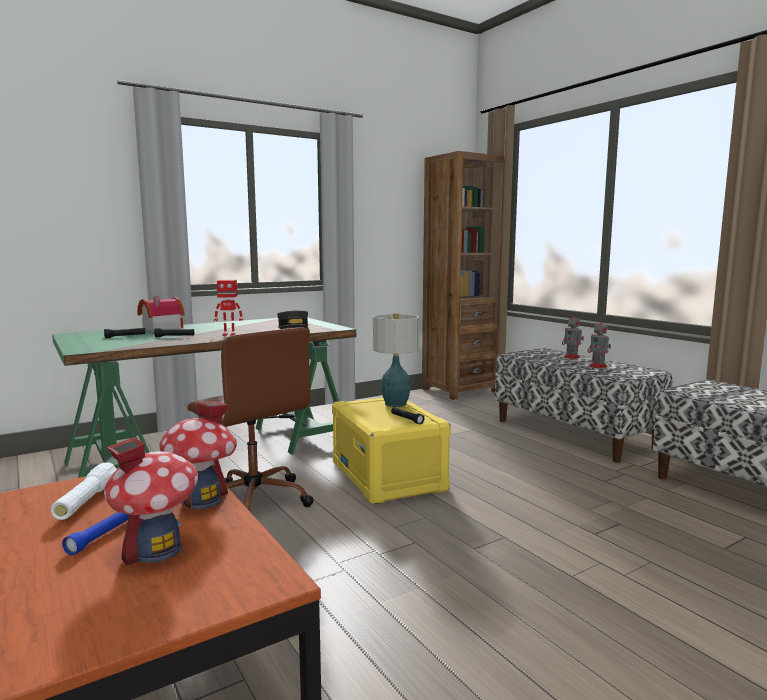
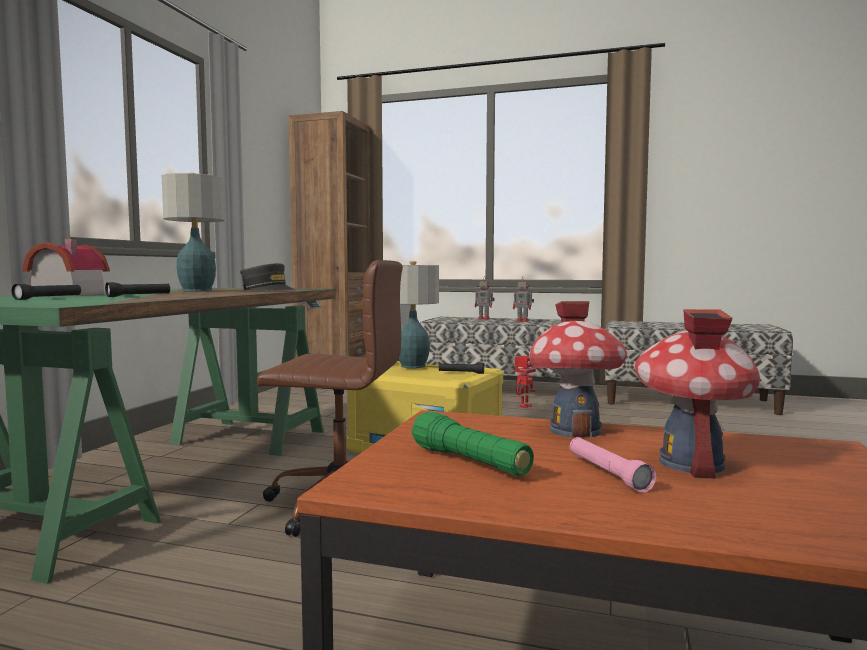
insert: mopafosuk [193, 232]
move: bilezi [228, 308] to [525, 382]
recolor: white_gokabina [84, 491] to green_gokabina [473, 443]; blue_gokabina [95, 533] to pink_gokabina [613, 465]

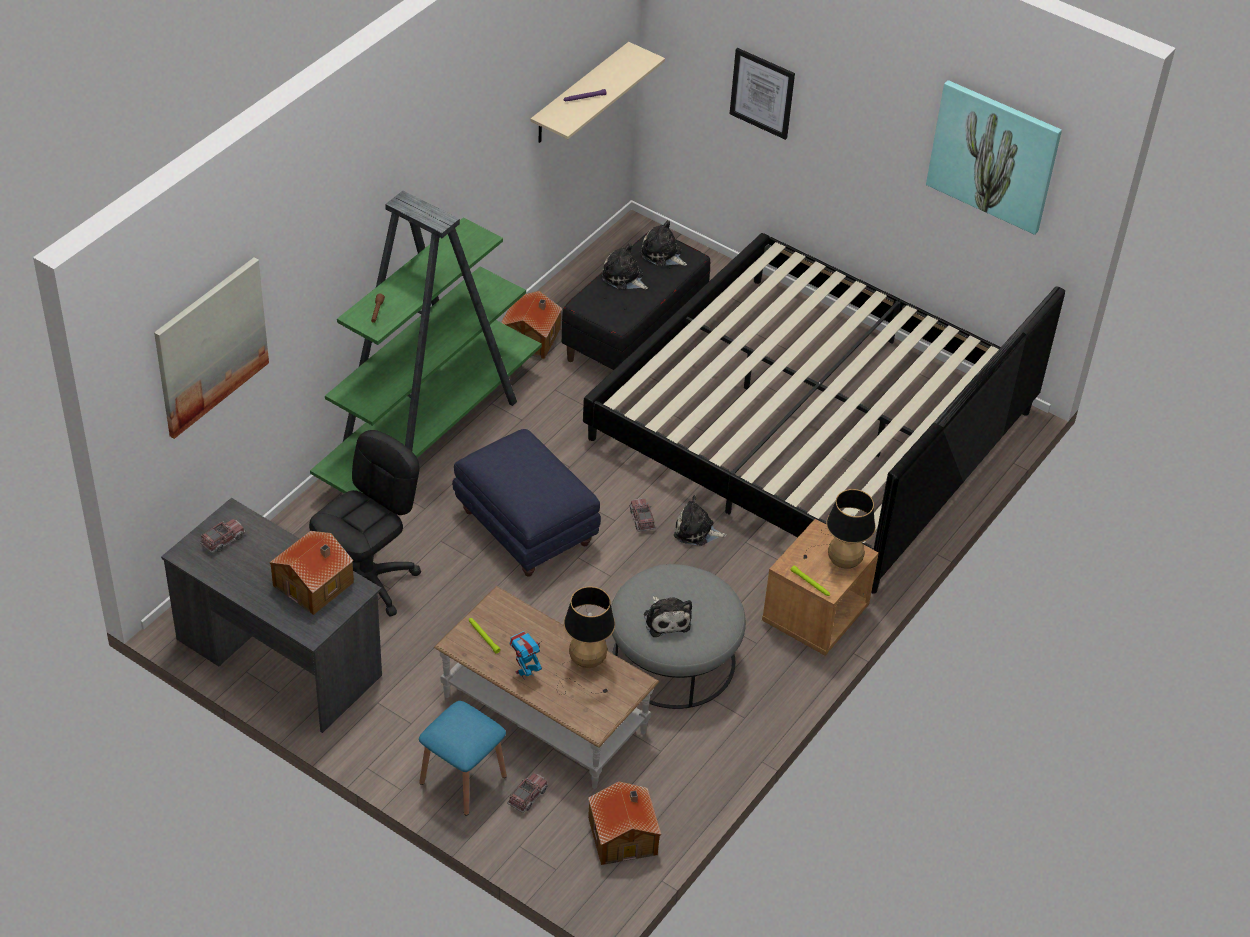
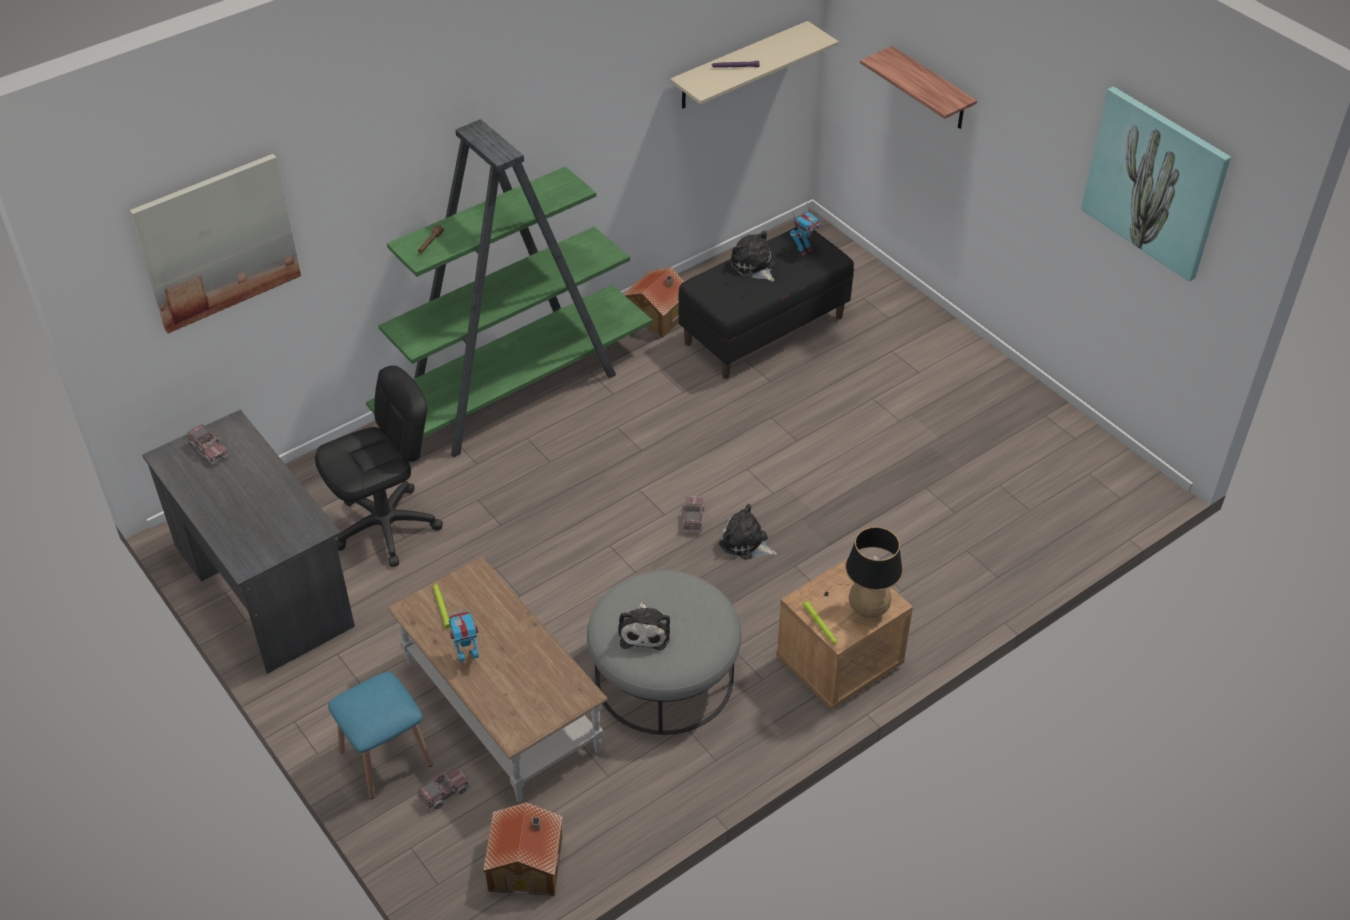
delete: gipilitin [311, 573]; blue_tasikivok [526, 503]; mopafosuk [585, 640]; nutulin [824, 413]
replace: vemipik [663, 243] to bilezi [806, 229]; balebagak [762, 94] to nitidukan [918, 87]
rotate: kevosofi [222, 536] = [208, 444] 75 degrees clockwise

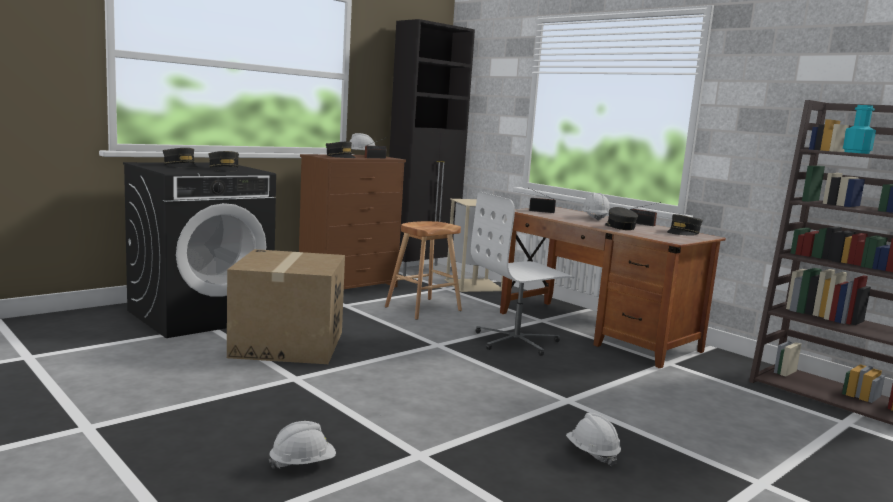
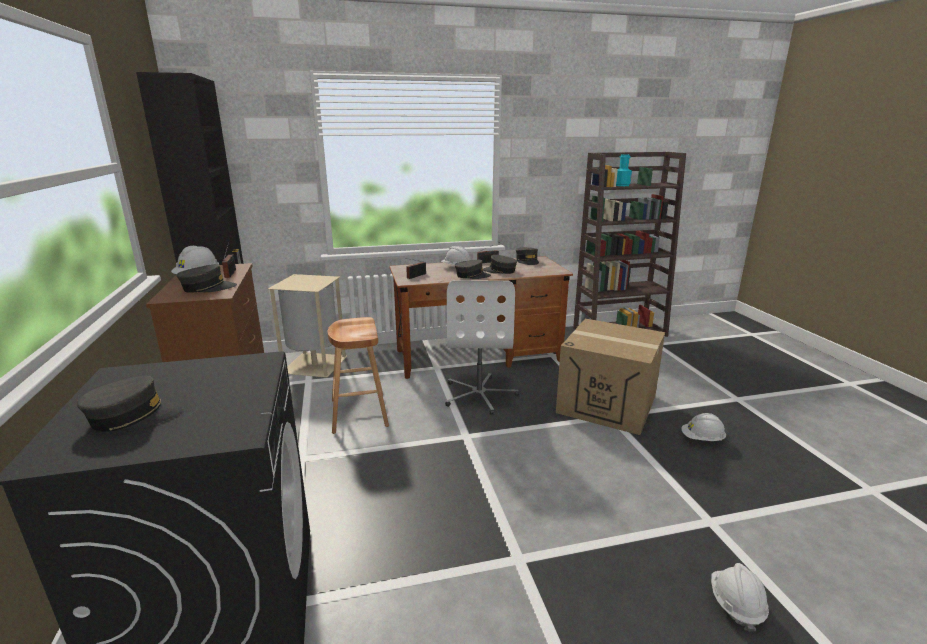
move: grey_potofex [224, 161] to [473, 269]; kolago [286, 306] to [610, 377]

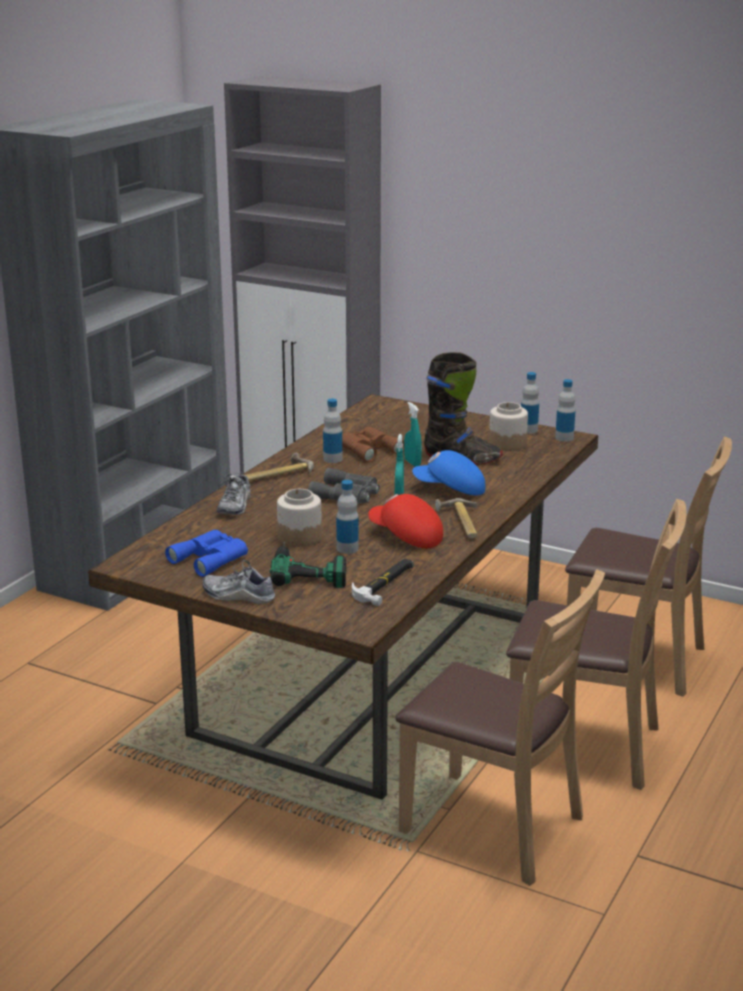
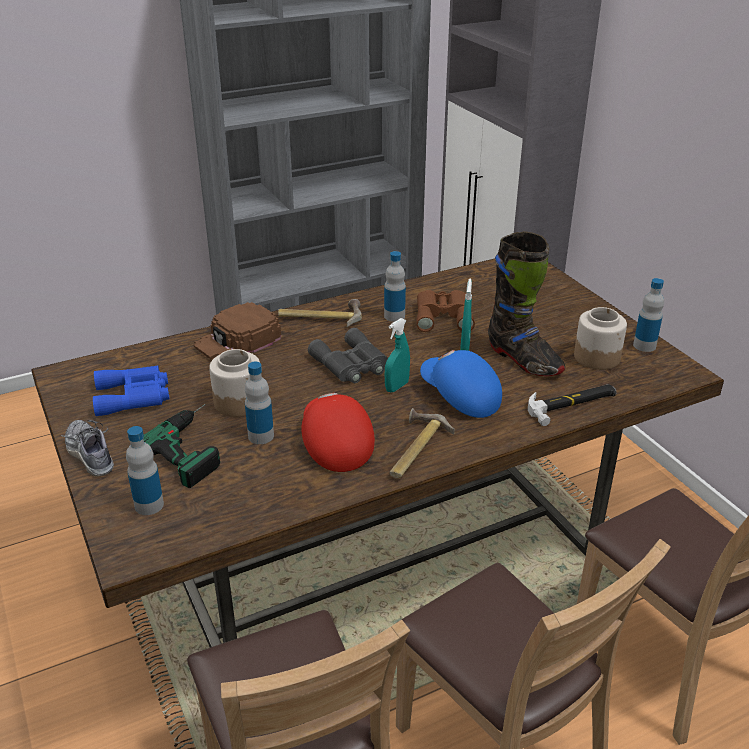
move: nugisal [383, 582] to [572, 405]; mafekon [565, 410] to [145, 470]
replace: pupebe [233, 494] to brown_potofex [237, 330]

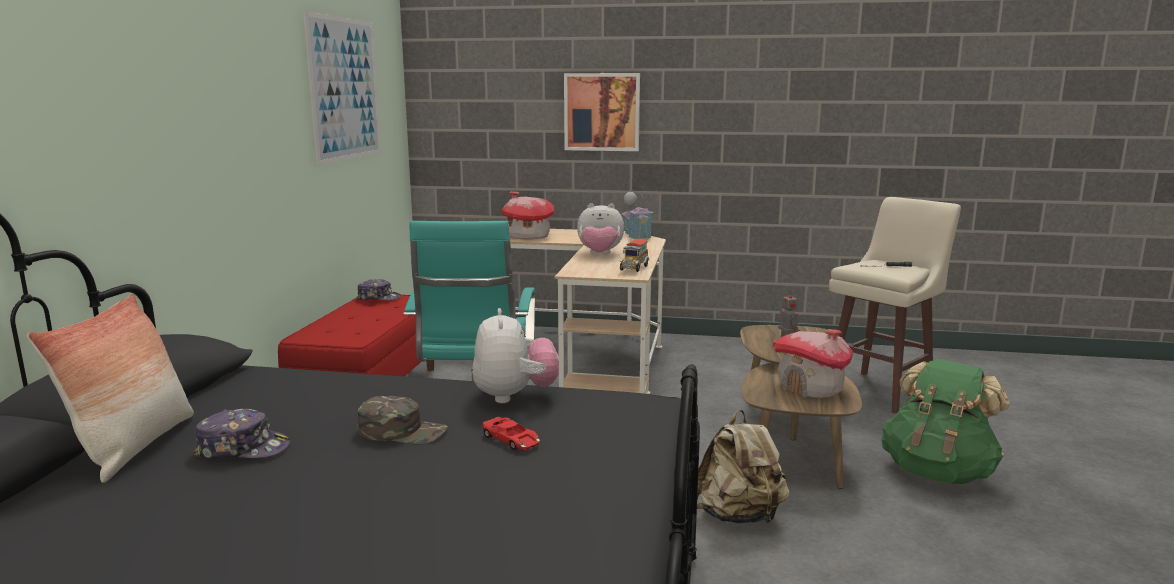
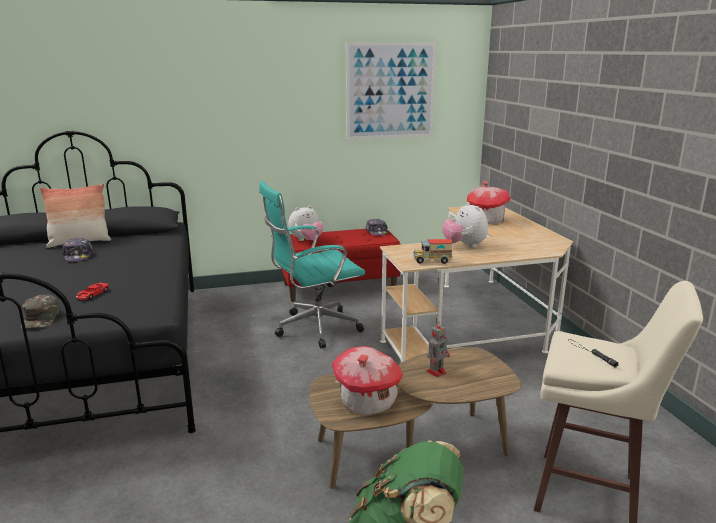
delete: balebagak [602, 112]; gipilitin [637, 215]; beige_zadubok [743, 467]
move: green_potofex [402, 420] to [39, 311]; vemipik [515, 355] to [306, 223]

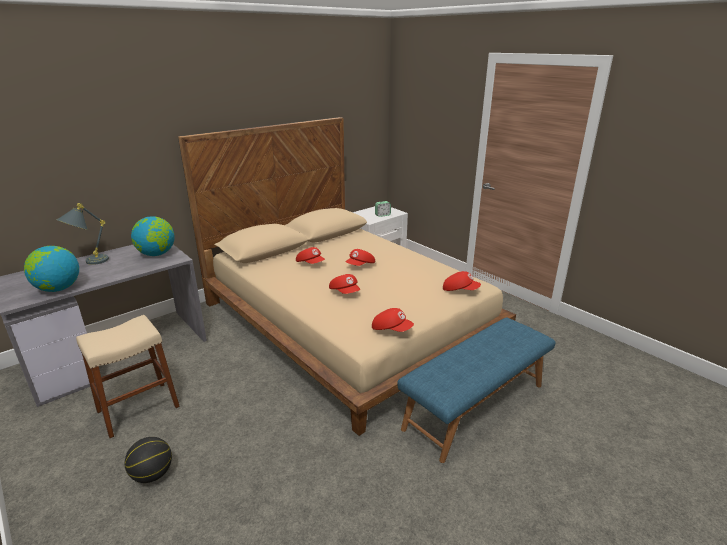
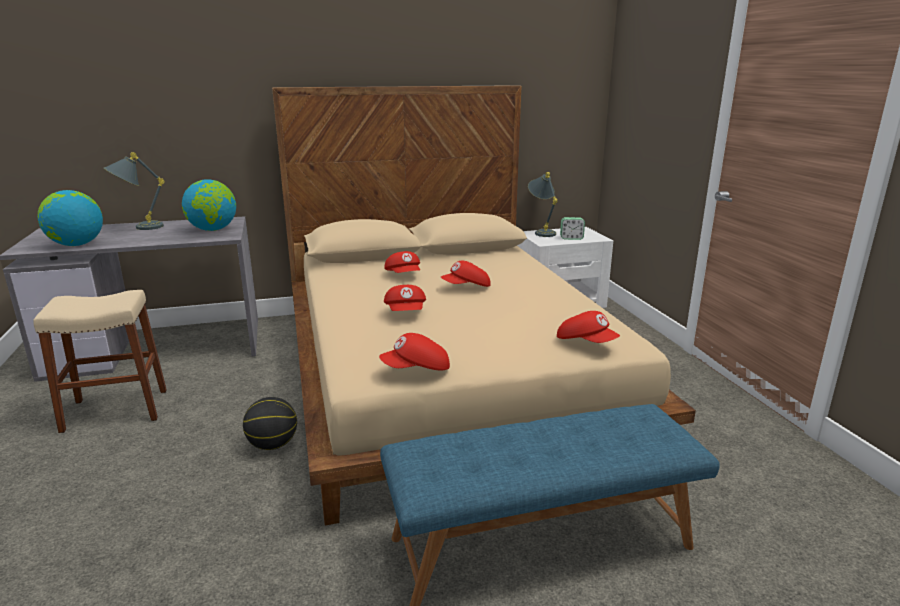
insert: grey_mopafosuk [542, 204]
move: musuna [148, 460] to [270, 423]
rotate: red_potofex [393, 320] = [414, 352] 105 degrees clockwise

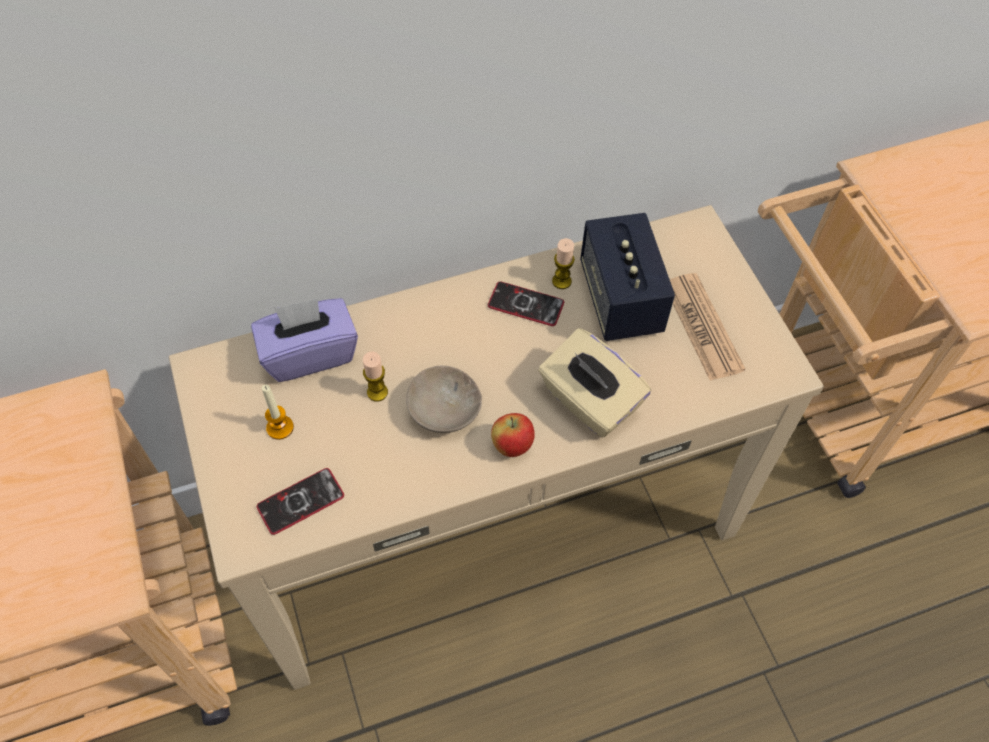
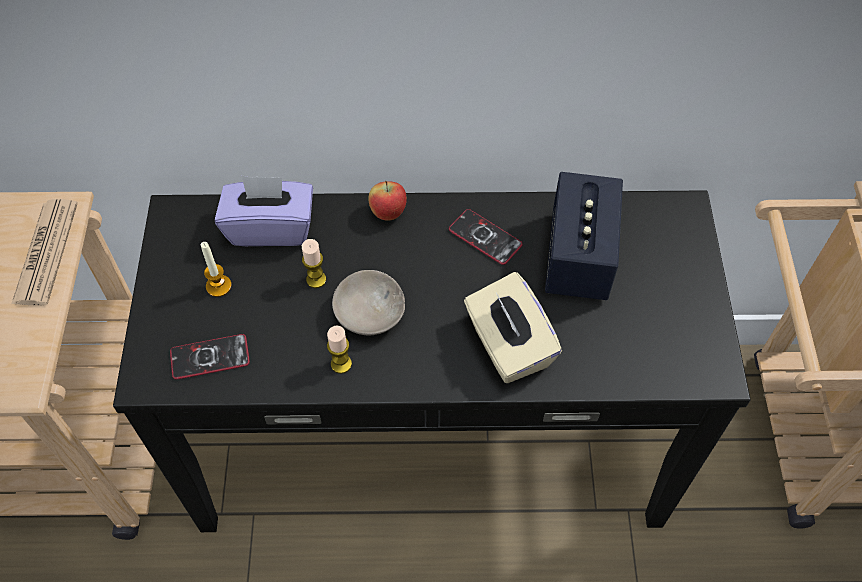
move: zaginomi [513, 435] to [387, 201]; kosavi [563, 263] to [339, 350]; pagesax [707, 327] to [44, 252]
recolor: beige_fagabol [496, 447] to black_fagabol [432, 361]

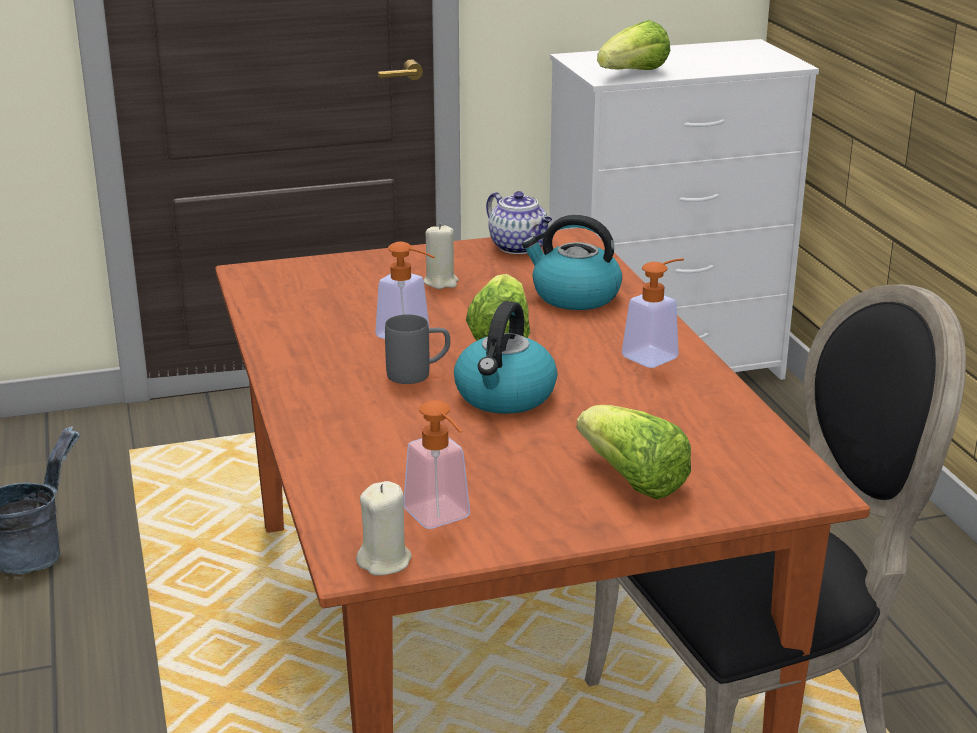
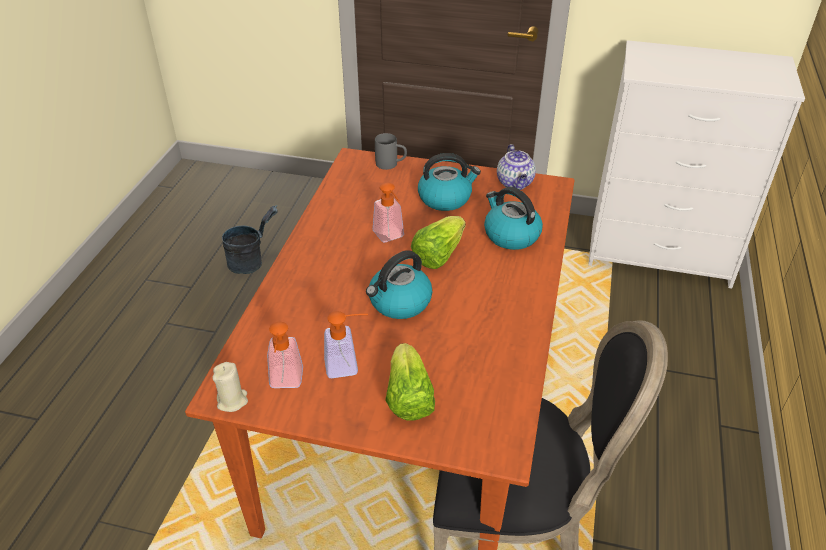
delete: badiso [633, 45]
move: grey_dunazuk [417, 349] to [391, 151]; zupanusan [653, 313] to [346, 344]
replace: beige_kosavi [441, 256] to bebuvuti [449, 182]

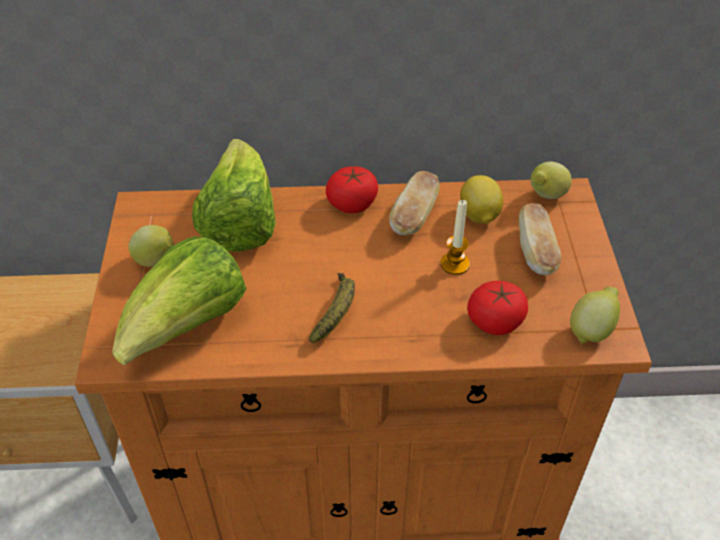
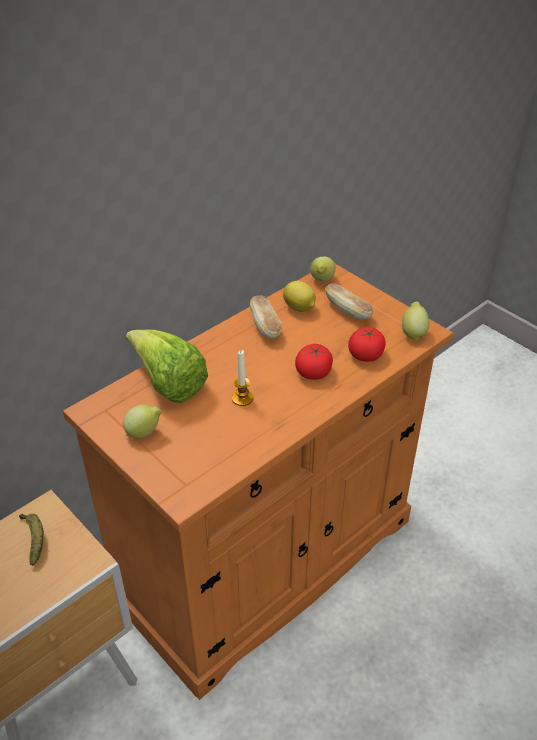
delete: badiso [179, 300]
move: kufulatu [332, 308] to [31, 540]; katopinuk [352, 189] to [314, 362]; kosavi [455, 237] to [242, 378]

